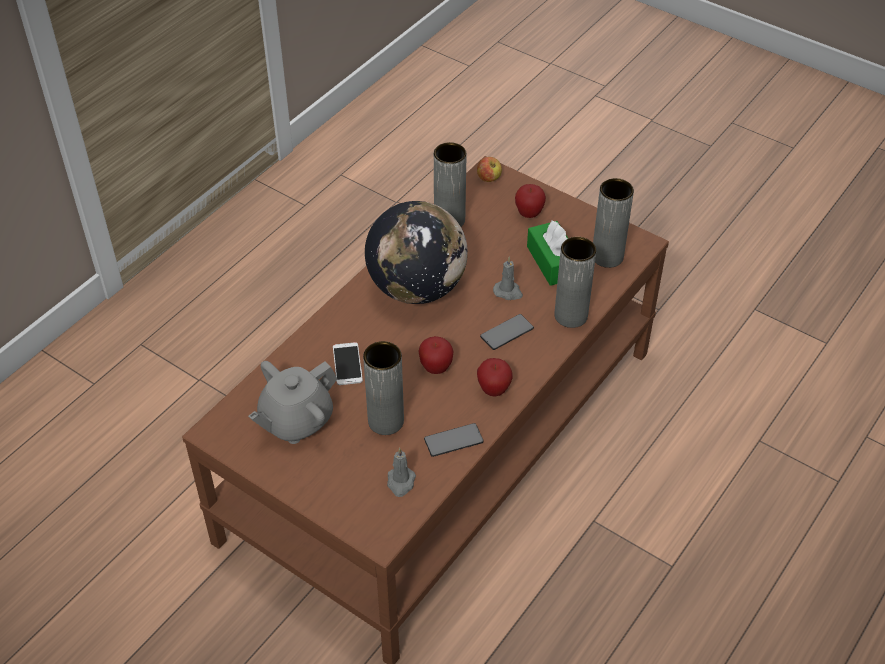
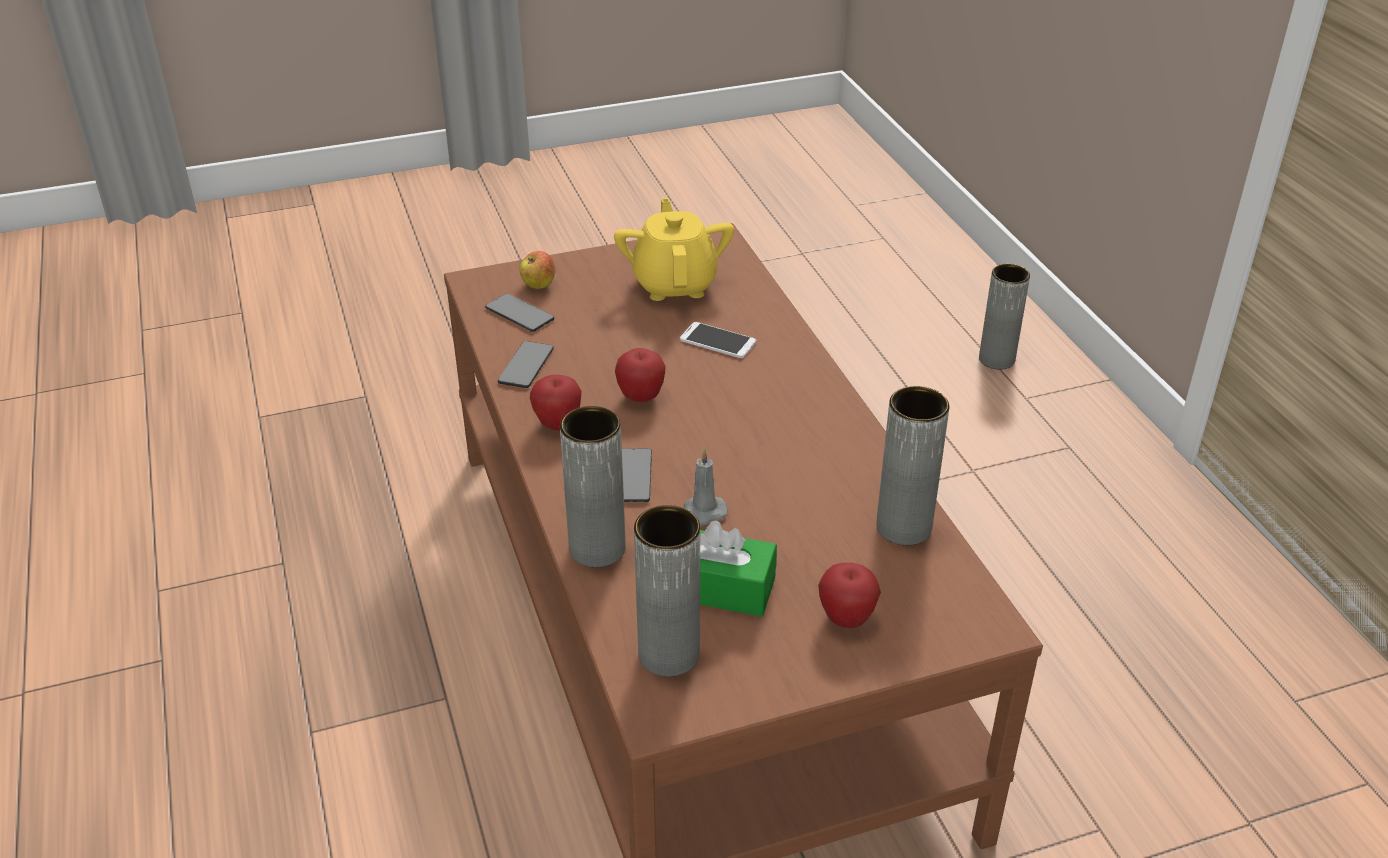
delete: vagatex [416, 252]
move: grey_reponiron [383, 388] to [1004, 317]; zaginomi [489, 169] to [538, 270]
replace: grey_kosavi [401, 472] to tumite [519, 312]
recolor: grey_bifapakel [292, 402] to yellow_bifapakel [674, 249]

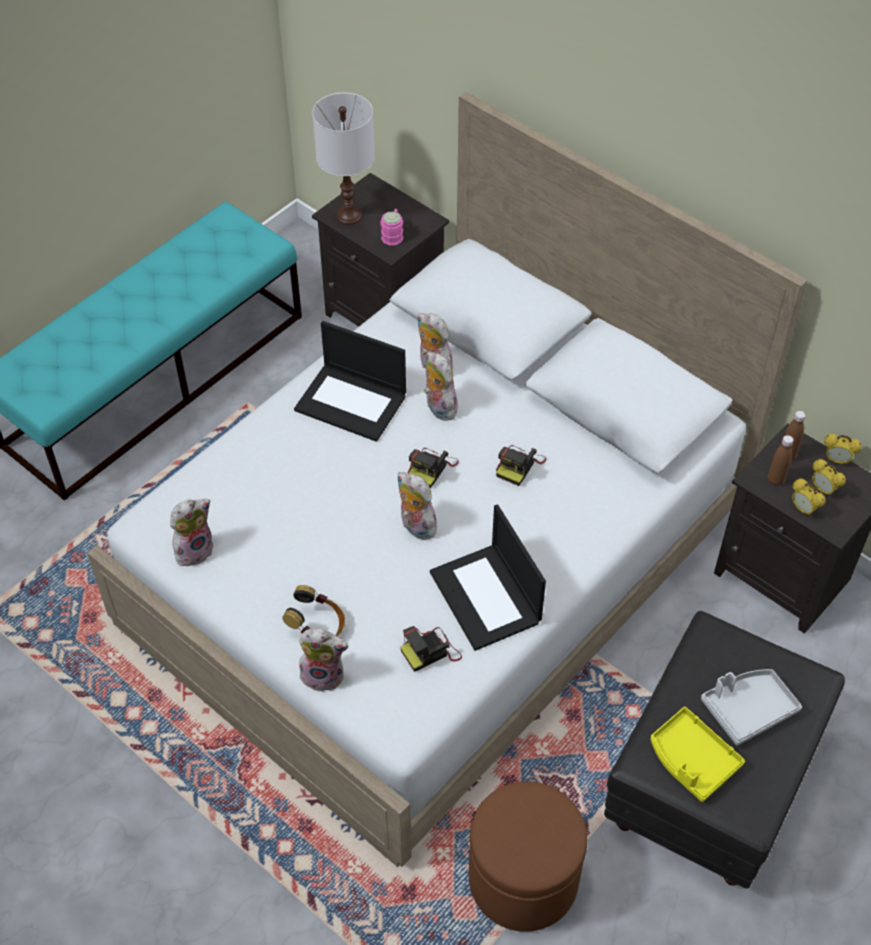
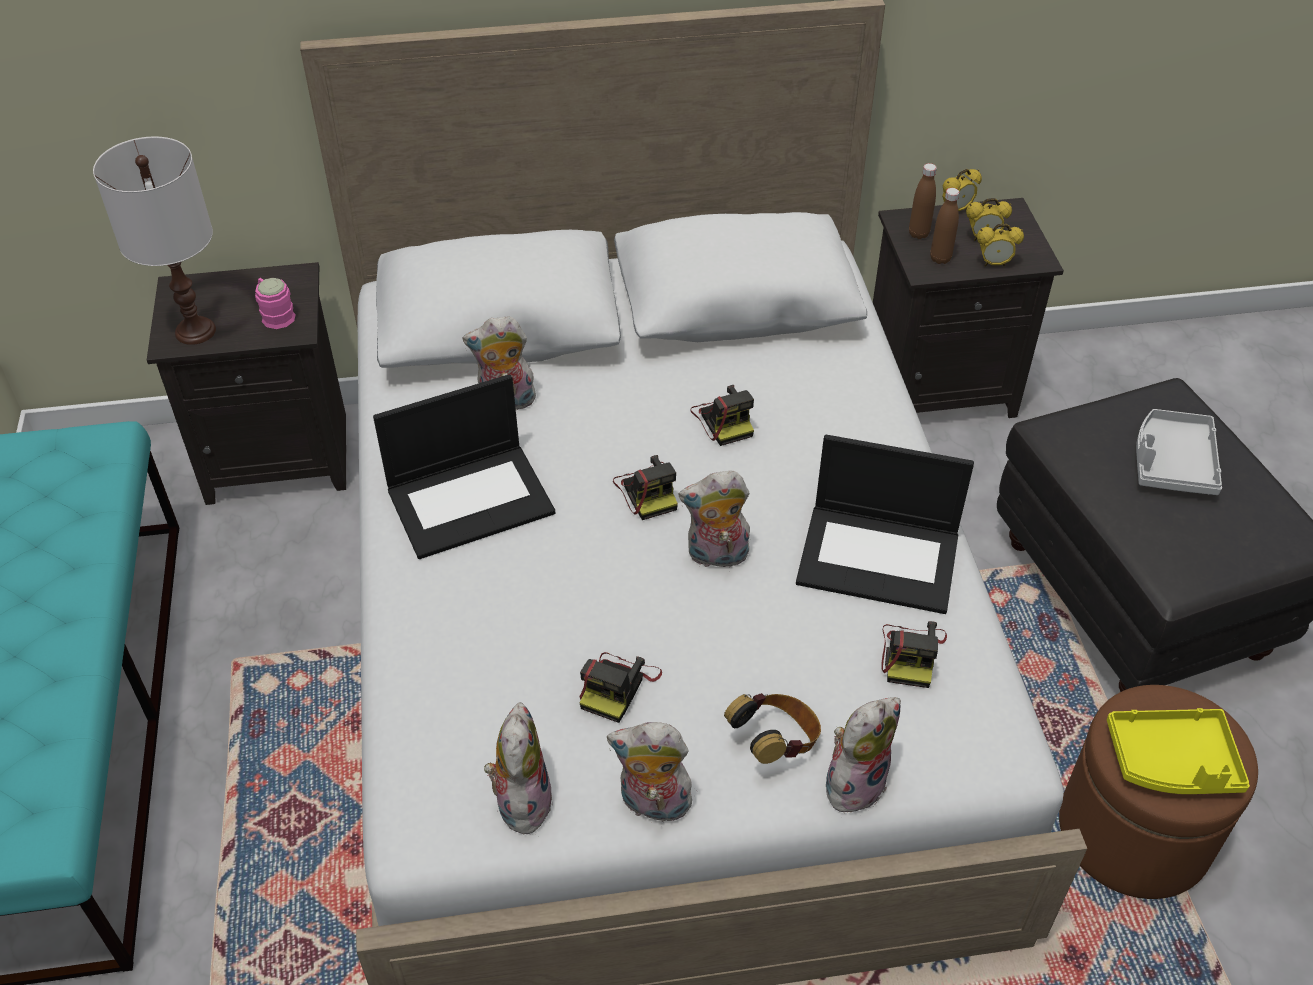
insert: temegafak [620, 687]
move: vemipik [441, 386] to [651, 774]; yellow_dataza [698, 754] to [1178, 751]

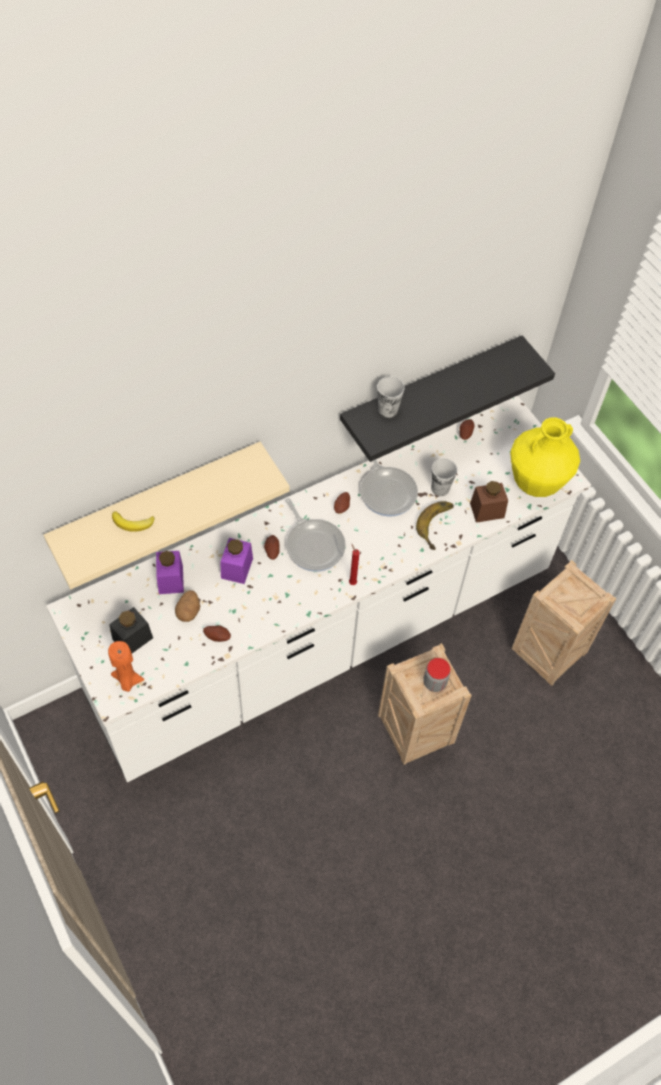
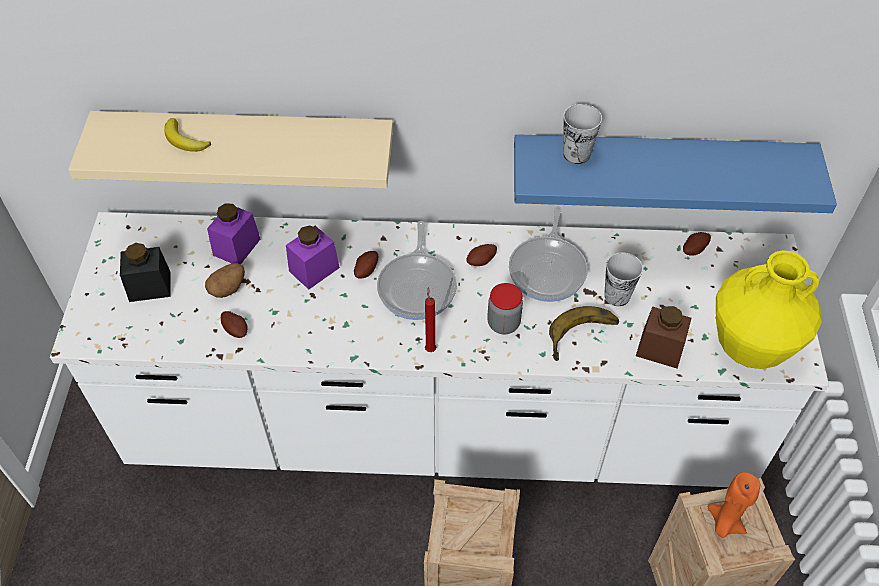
move: orange_kosavi [126, 666] to [734, 505]; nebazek [436, 675] to [505, 308]
recolor: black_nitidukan [447, 398] to blue_nitidukan [675, 173]

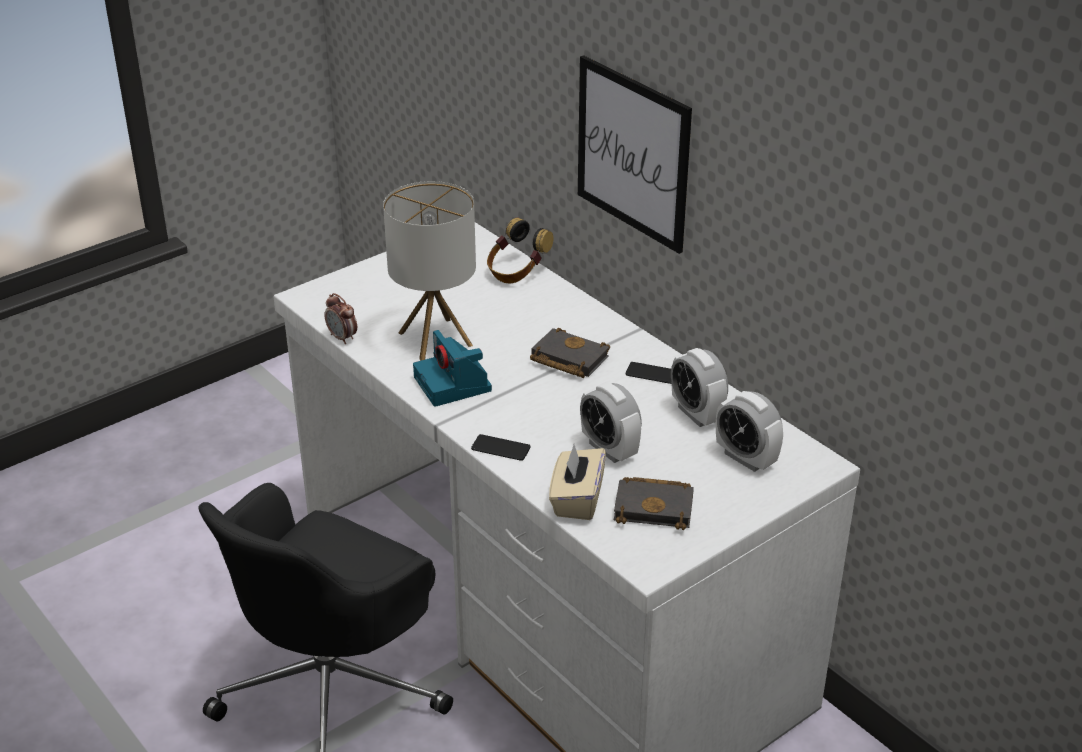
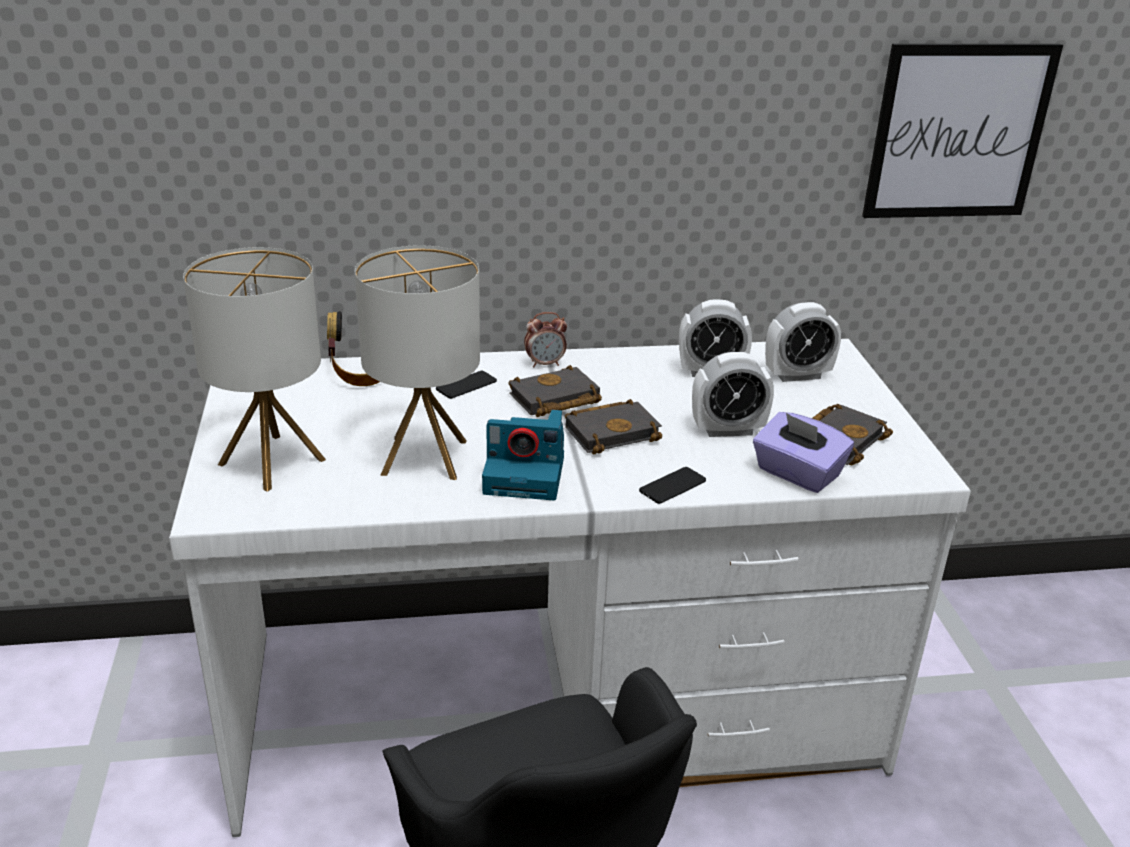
insert: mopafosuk [254, 369]; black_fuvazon [613, 427]
move: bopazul [340, 318] to [545, 339]; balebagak [635, 154] to [962, 131]; tumite [649, 373] to [466, 384]
recolor: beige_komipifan [577, 482] to purple_komipifan [803, 452]

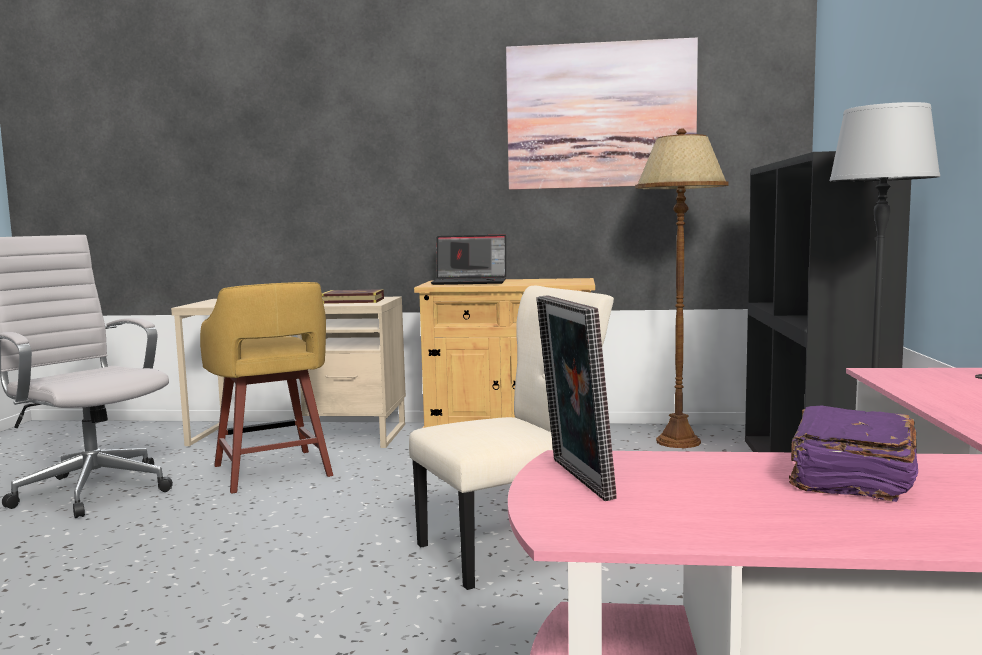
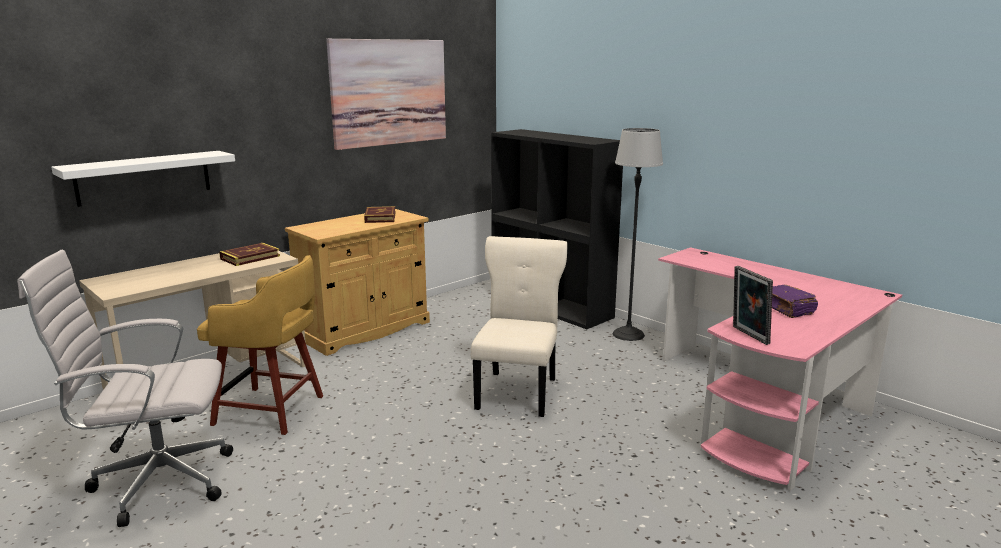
delete: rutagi [468, 259]; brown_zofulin [682, 288]
insert: white_nitidukan [143, 179]; fuvazon [379, 214]
rotate: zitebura [576, 398] = [753, 305] 45 degrees clockwise

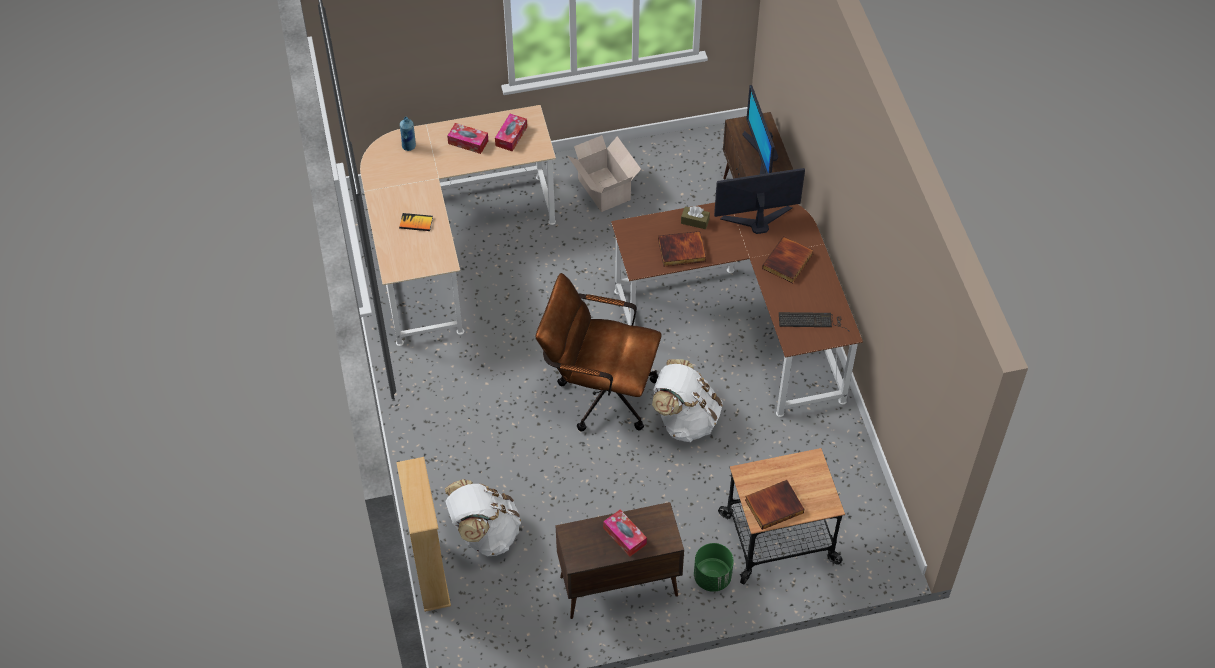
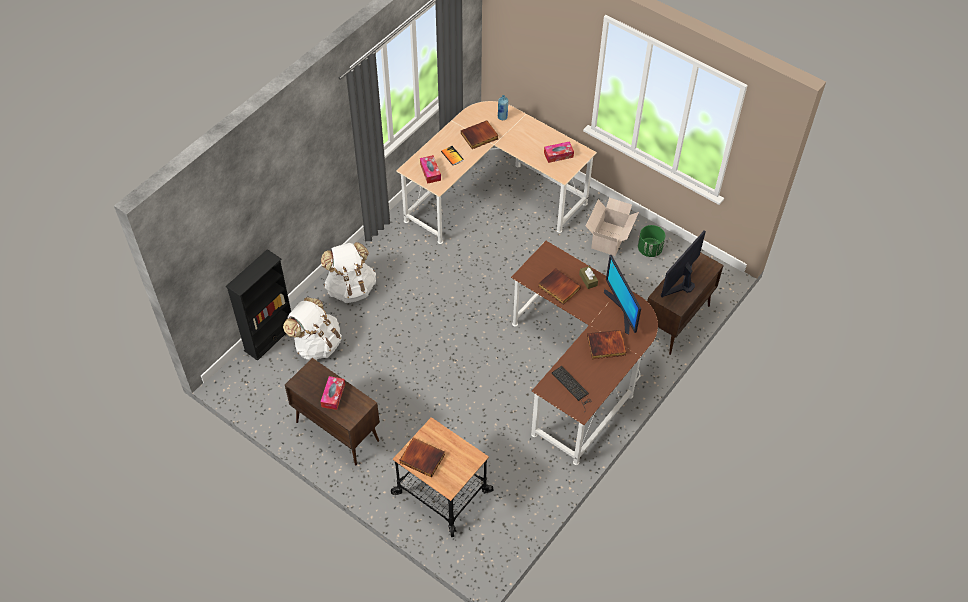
delete: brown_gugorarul [598, 352]
insert: fuvazon [480, 135]
move: komipifan [467, 138] to [430, 169]; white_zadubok [687, 400] to [348, 272]; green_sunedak [714, 567] to [651, 241]
recolor: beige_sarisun [423, 534] to black_sarisun [258, 305]
rotate: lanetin [759, 201] = [622, 295] 150 degrees counterclockwise

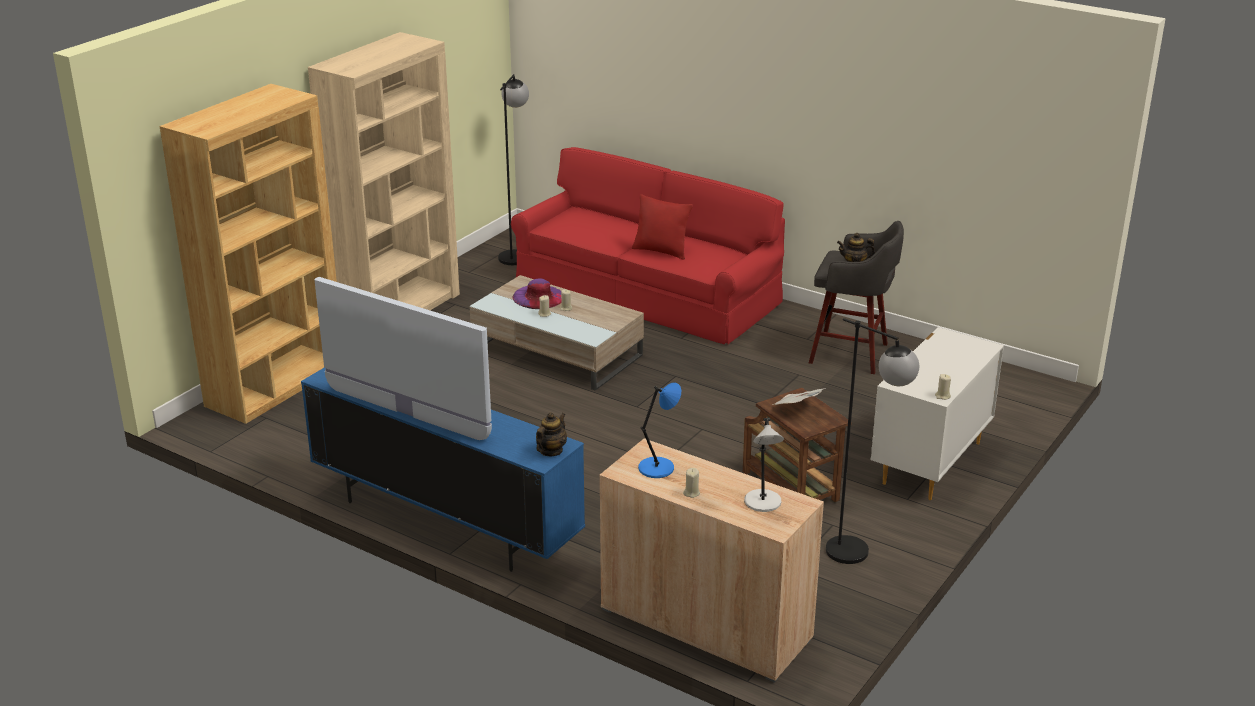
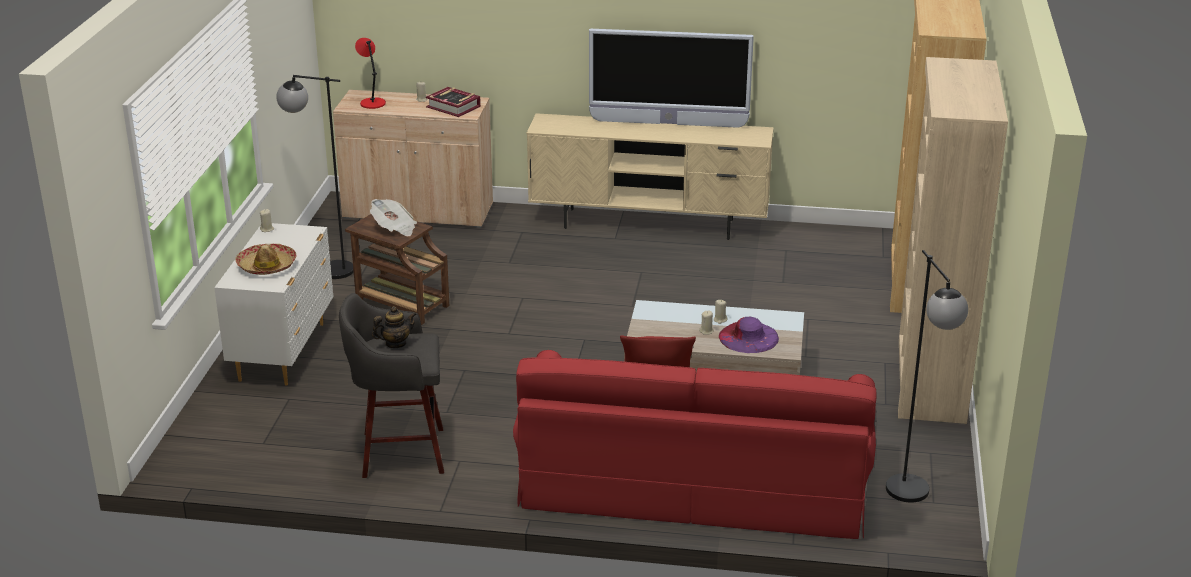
delete: bifapakel [551, 434]
insert: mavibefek [265, 259]
replace: blue_mopafosuk [659, 430] to fuvazon [453, 102]
recolor: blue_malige [443, 470] to beige_malige [650, 176]; grey_mopafosuk [764, 465] to red_mopafosuk [370, 73]

